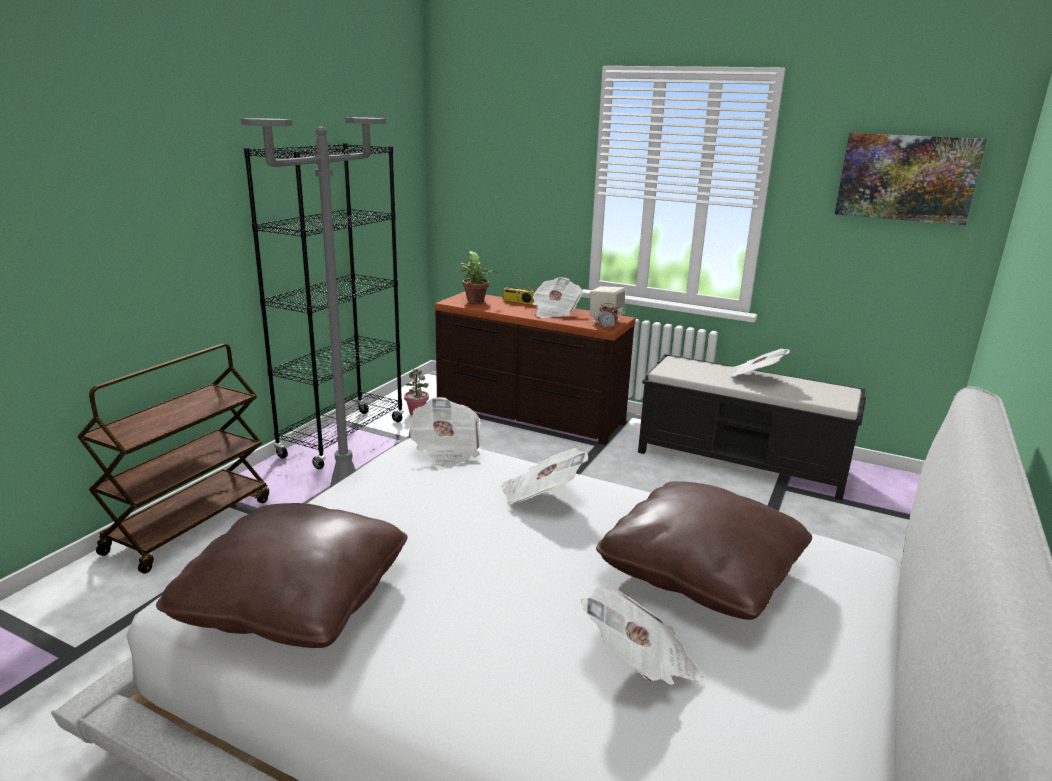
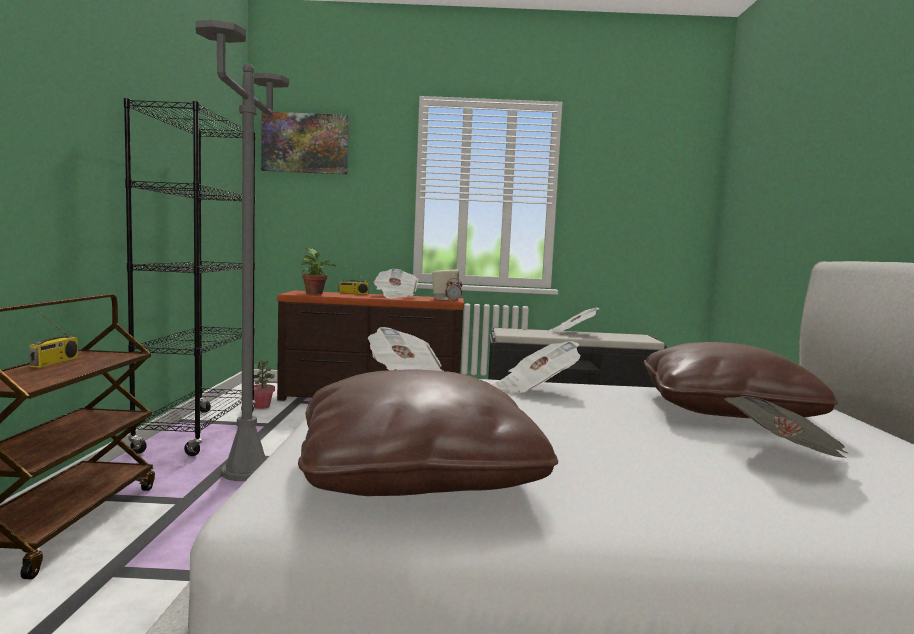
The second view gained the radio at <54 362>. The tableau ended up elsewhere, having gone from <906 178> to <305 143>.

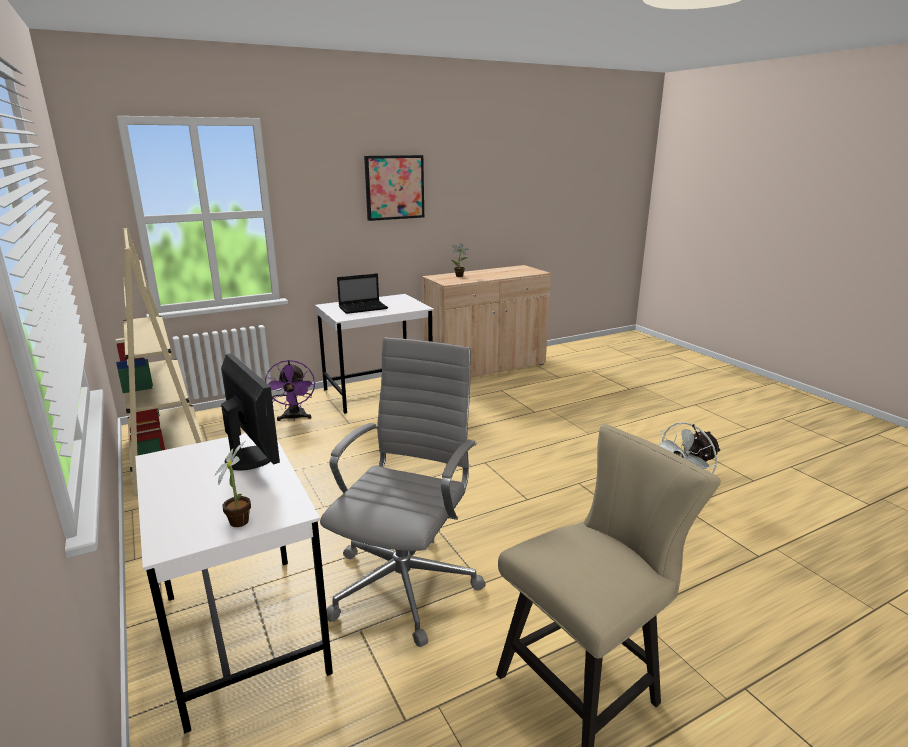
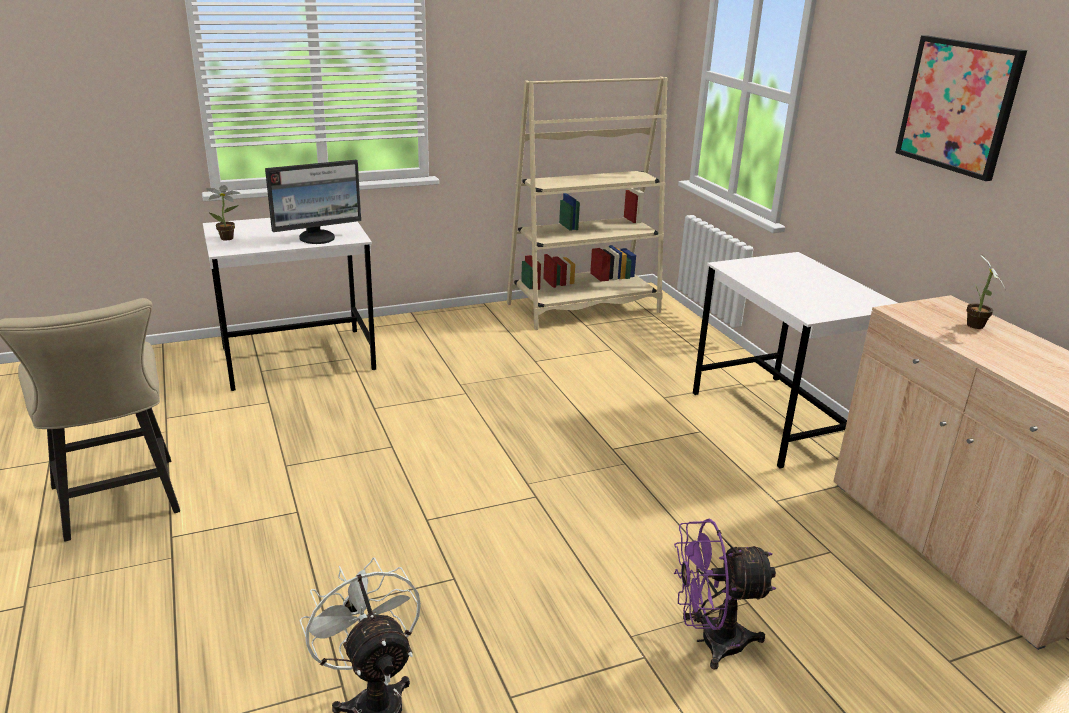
The ventilateur/violet ended up elsewhere, having gone from <294 418> to <710 641>. The second view lost the chaise de bureau/gris at <406 582>. The second view lost the ordinateur portable at <364 308>.

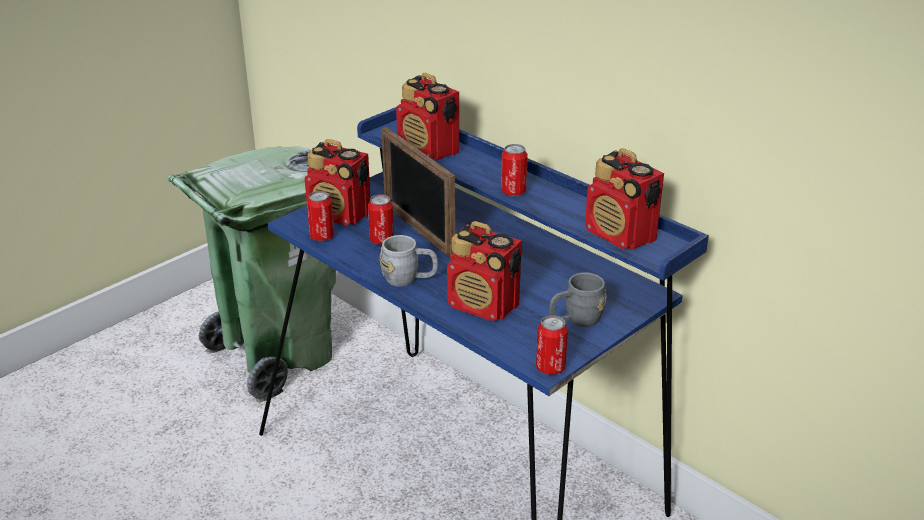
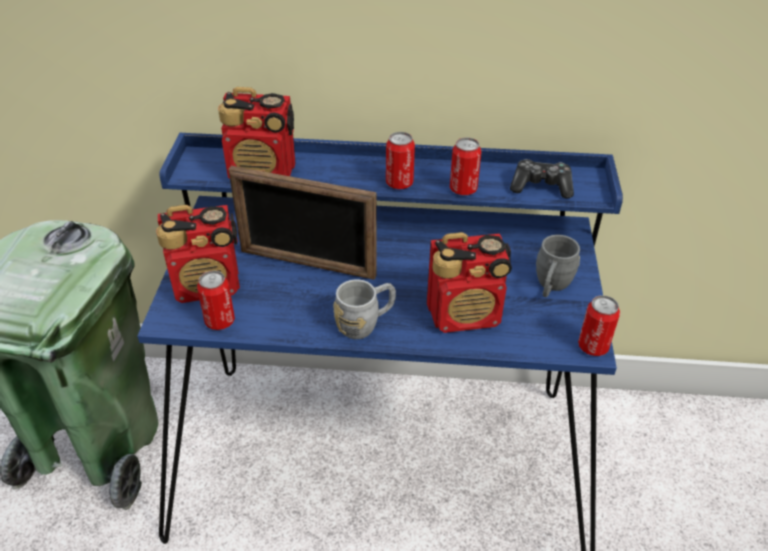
The boîte métallique ended up elsewhere, having gone from <382 240> to <463 189>. Where the radio stood at <621 236>, the manette came to stand at <541 186>.

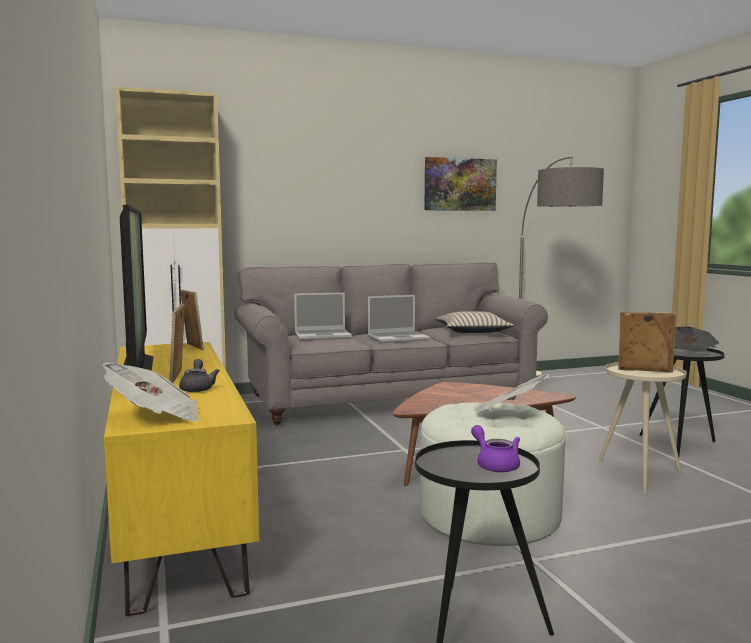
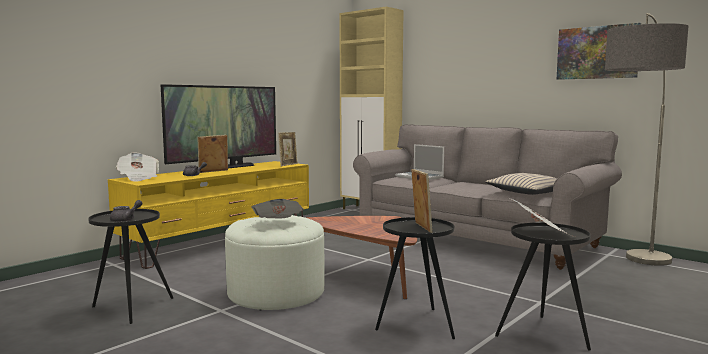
What was the théière/violet at <495 465> turned into the théière/gris at <126 220>. What was the table d'appoint/beige at <638 476> turned into the table d'appoint/noir at <416 325>. The second view lost the ordinateur portable at <398 338>.

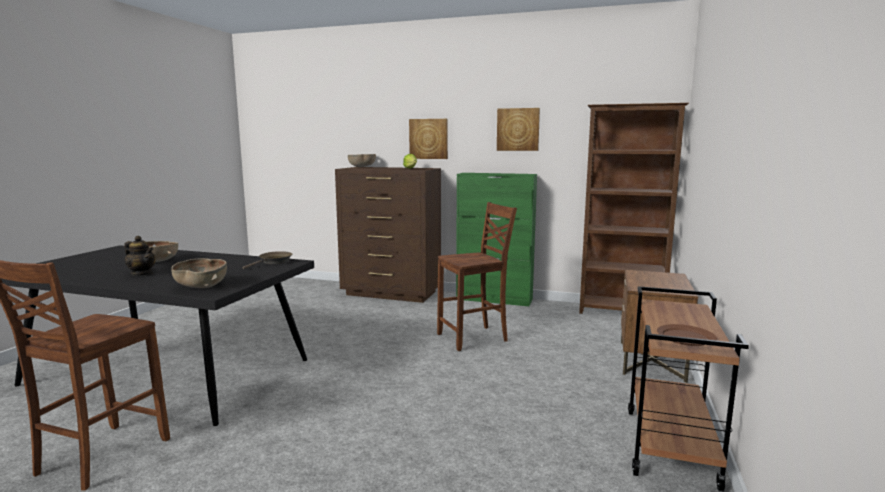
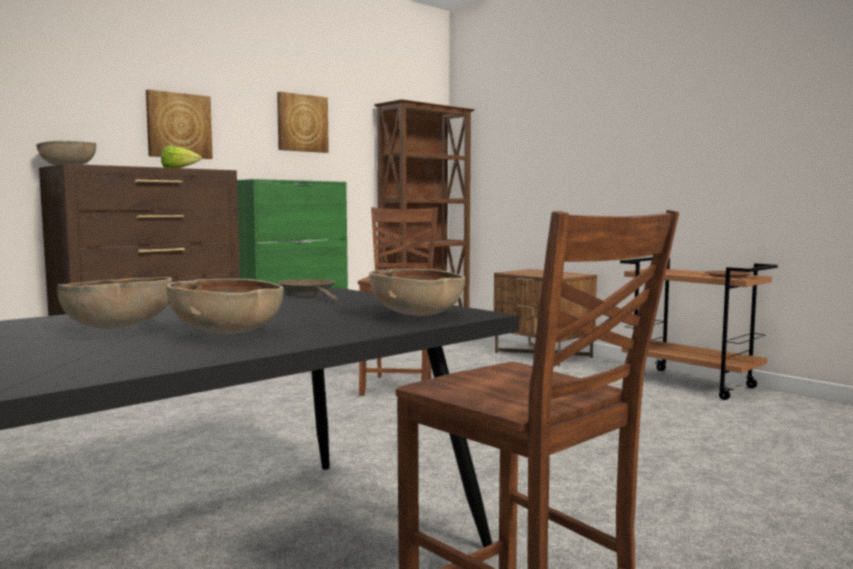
Where the théière stood at <142 274>, the bol/marron came to stand at <227 333>.

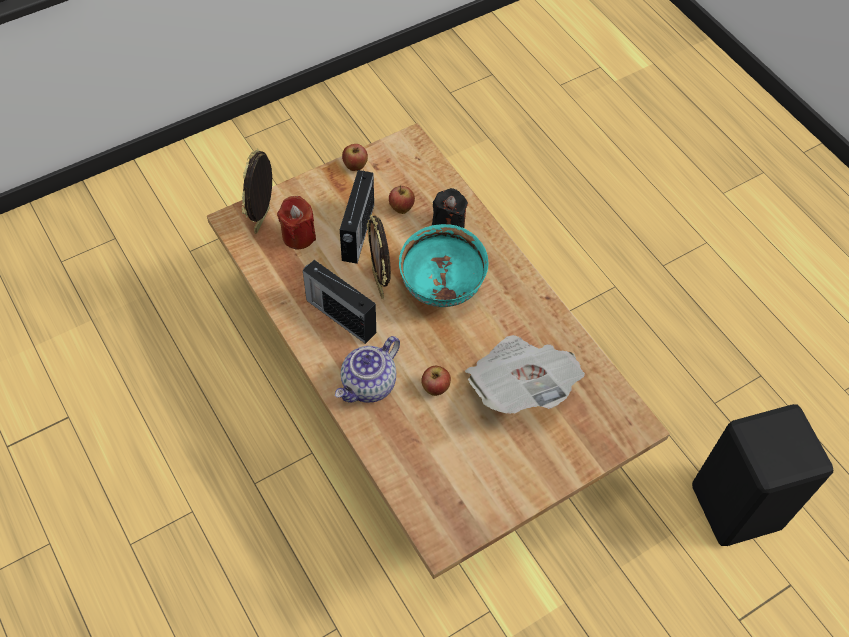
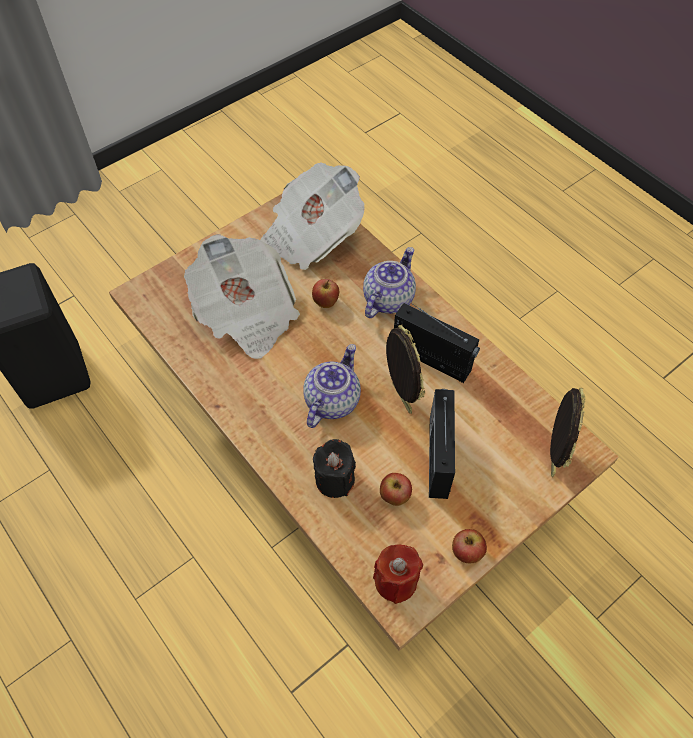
The second view gained the journal at <311 235>. Where the bol/turquoise stood at <442 289>, the théière came to stand at <331 400>. The bougie/rouge ended up elsewhere, having gone from <298 236> to <396 581>.

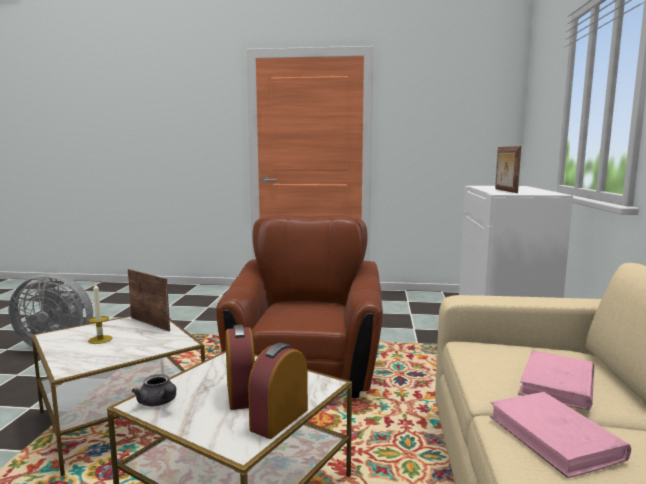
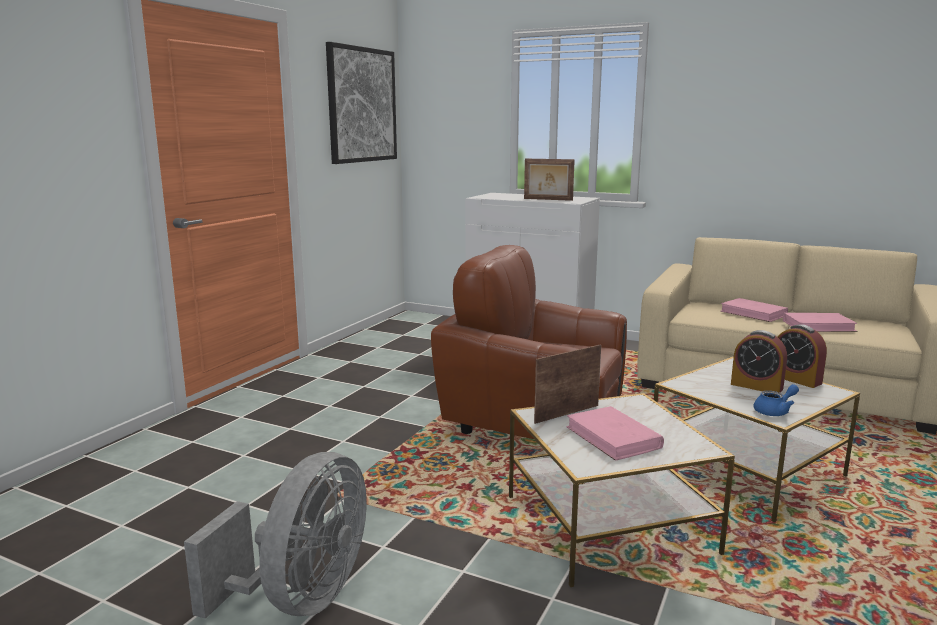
The second view gained the tableau at <362 105>. Where the bougie stood at <100 339>, the livre/rose came to stand at <613 437>. The réveil at <241 394> ended up facing another way, 150 degrees counterclockwise from before. What was the théière/gris at <159 402> turned into the théière/bleu at <775 411>.

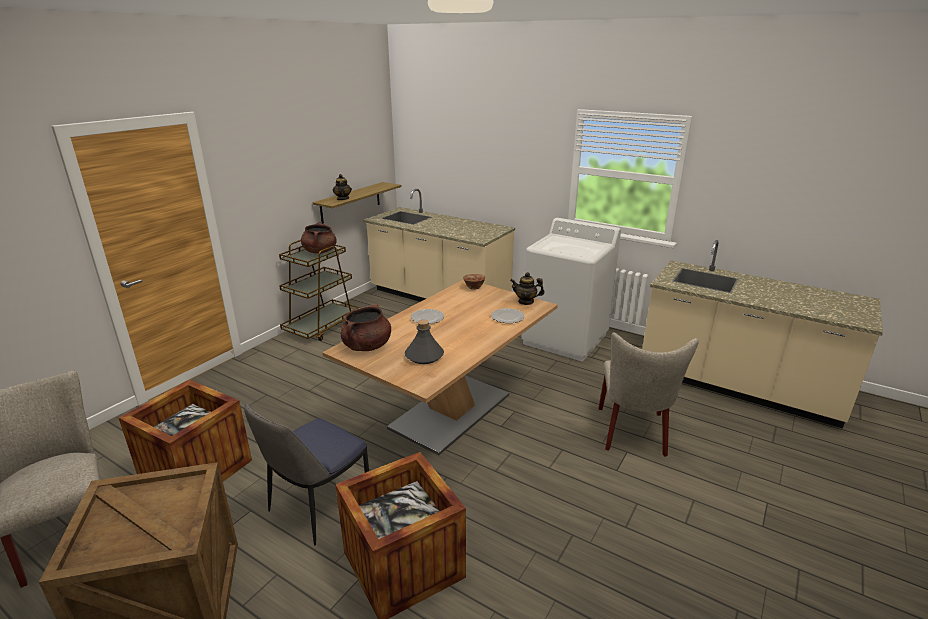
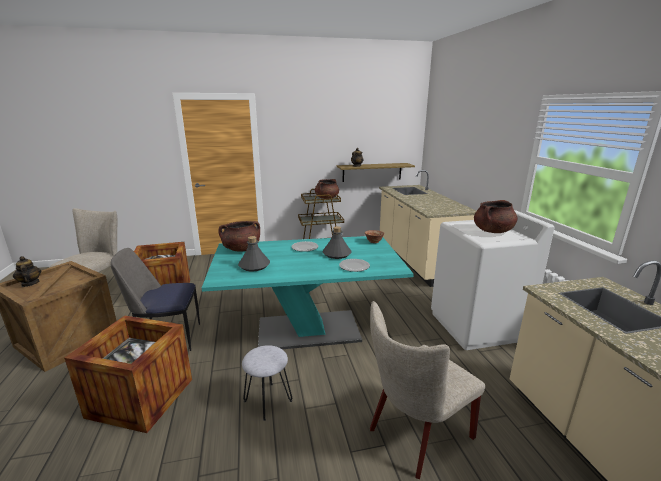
The théière ended up elsewhere, having gone from <526 301> to <30 283>. What was the table à manger/marron at <450 411> turned into the table à manger/turquoise at <308 330>. The second view gained the tabouret/gris at <267 401>. The second view gained the bouteille/gris at <336 254>. The second view gained the marmite/marron at <492 231>.

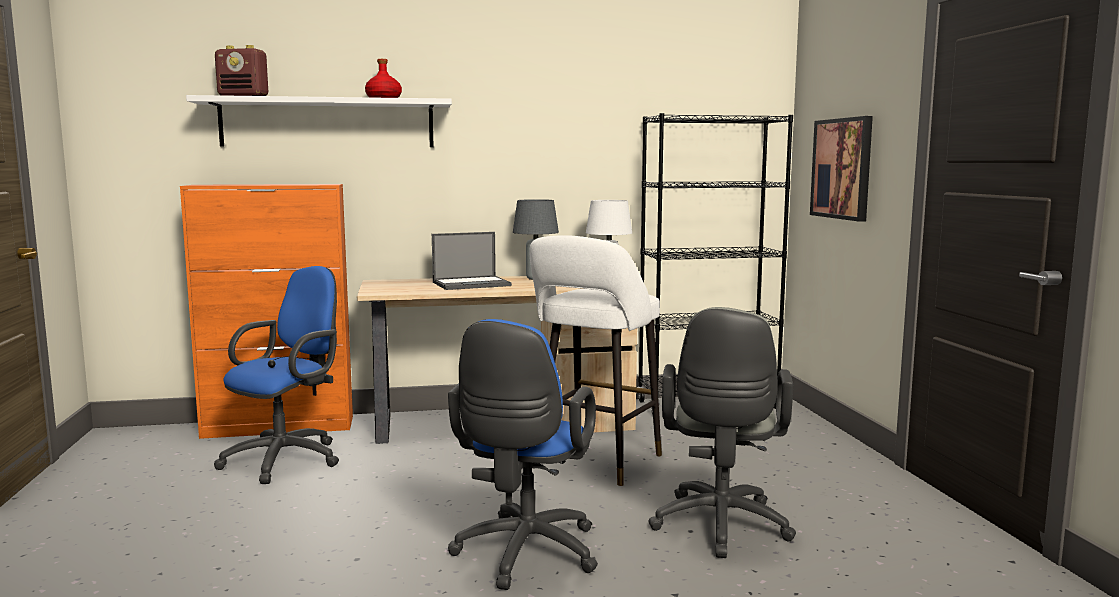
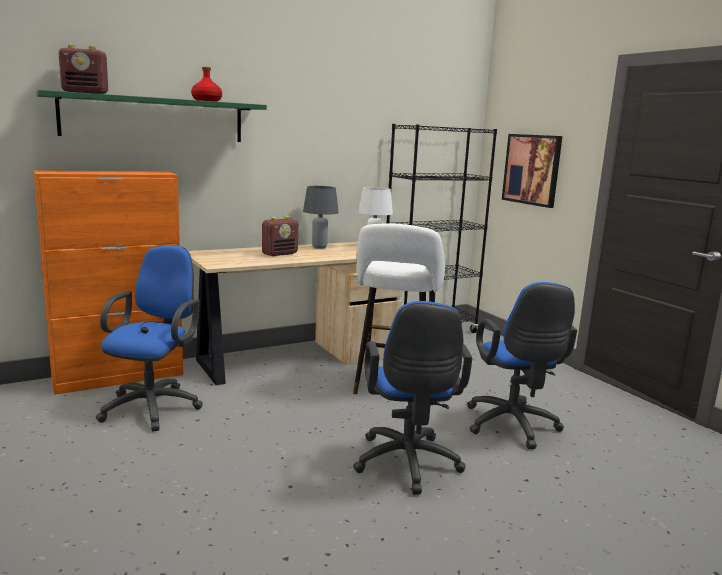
What was the étagère/blanc at <328 123> turned into the étagère/vert at <154 119>. Where the ordinateur portable stood at <472 284>, the radio came to stand at <280 254>. What was the chaise de bureau/gris at <720 528> turned into the chaise de bureau/bleu at <513 427>.

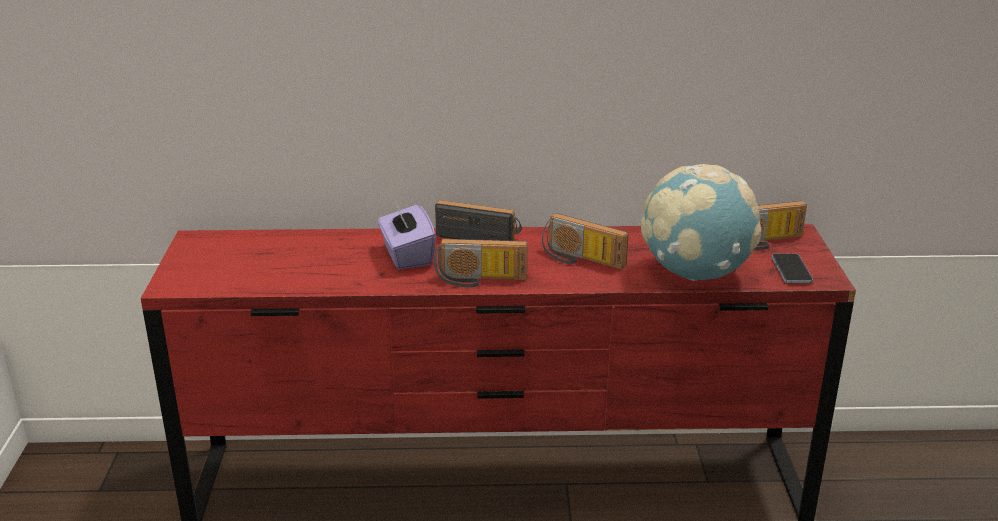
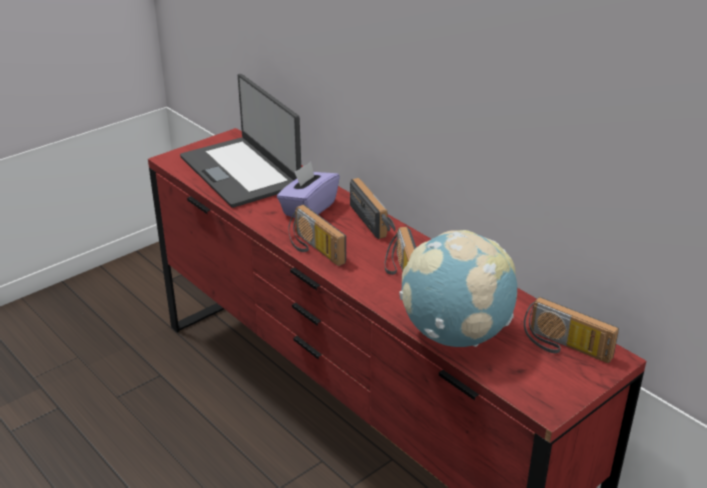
The second view gained the ordinateur portable at <241 171>. The second view lost the téléphone at <791 270>.

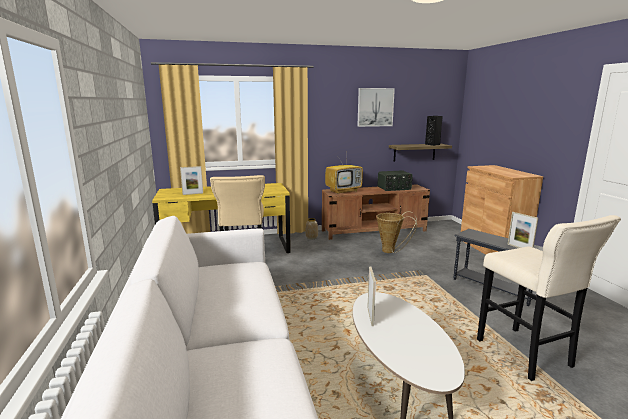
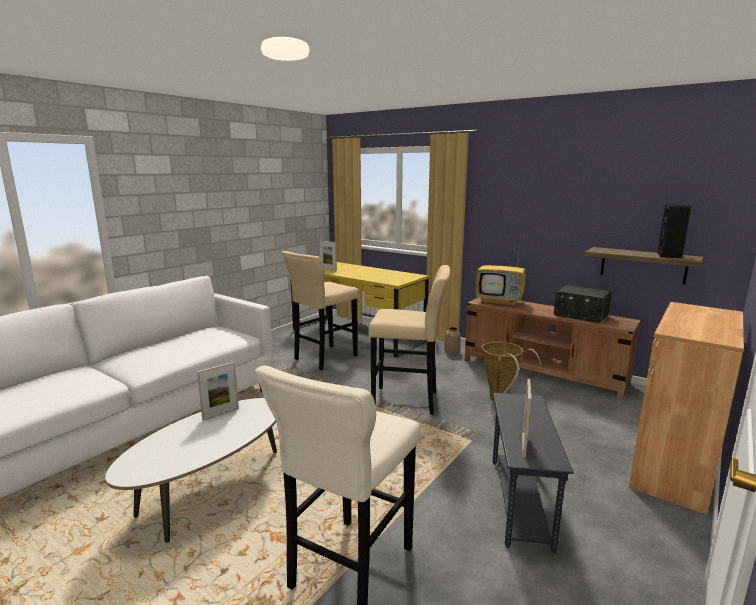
The second view gained the tabouret/beige at <409 400>. The second view lost the tableau at <375 107>.

